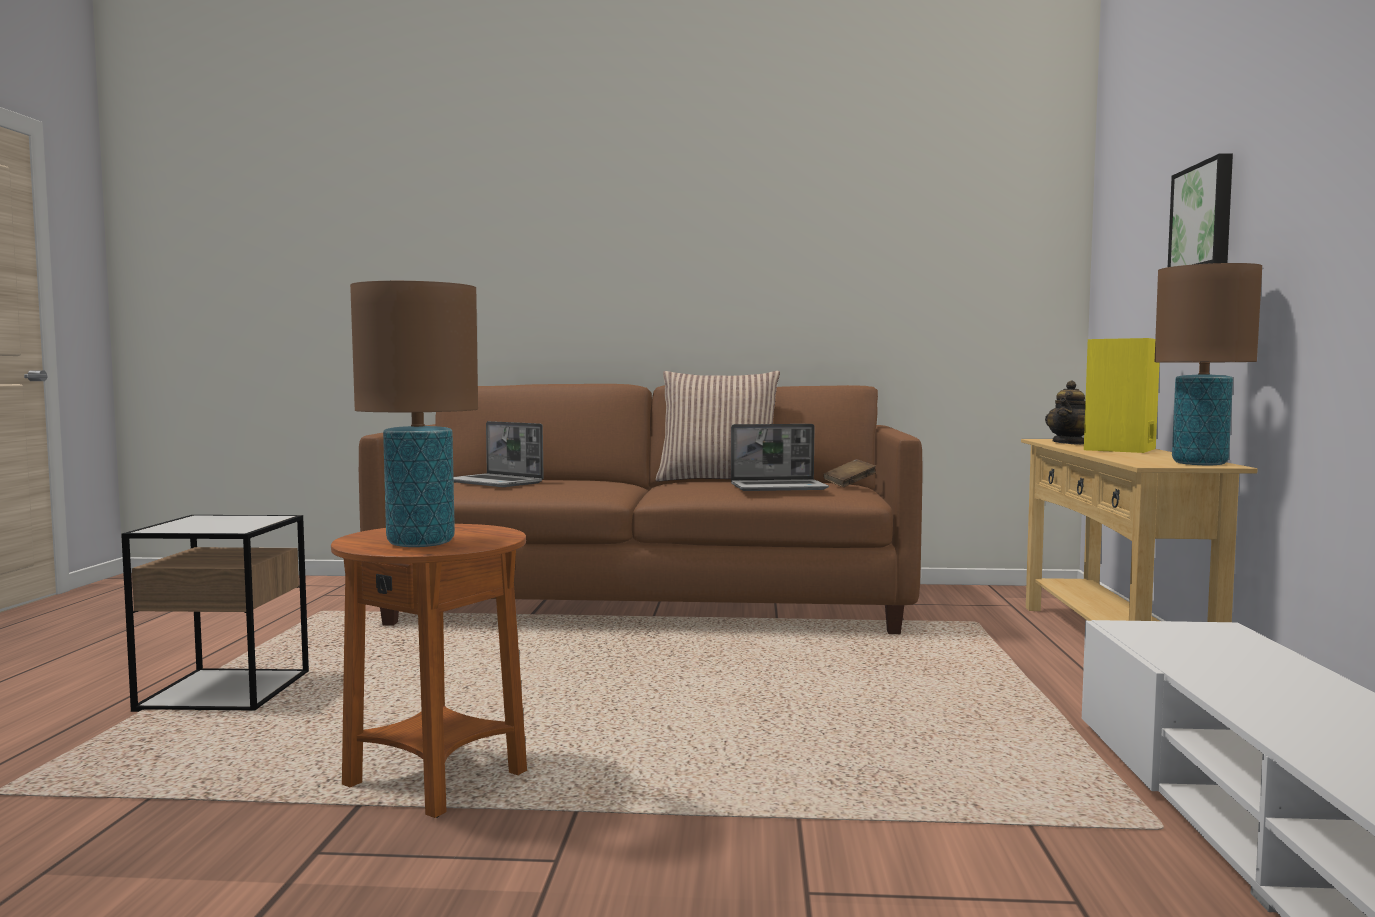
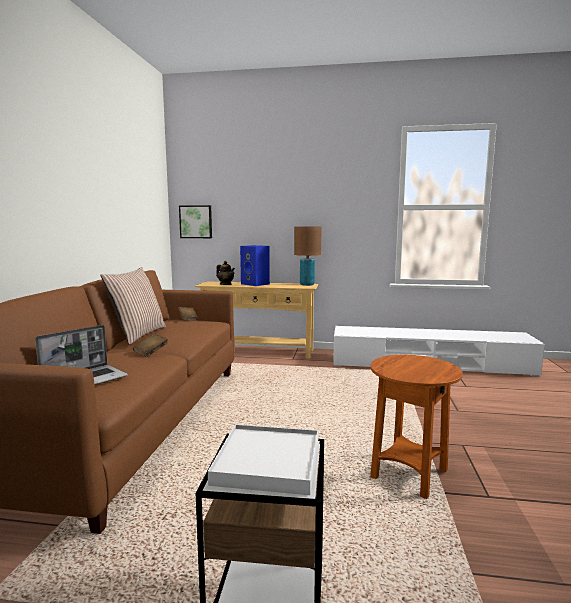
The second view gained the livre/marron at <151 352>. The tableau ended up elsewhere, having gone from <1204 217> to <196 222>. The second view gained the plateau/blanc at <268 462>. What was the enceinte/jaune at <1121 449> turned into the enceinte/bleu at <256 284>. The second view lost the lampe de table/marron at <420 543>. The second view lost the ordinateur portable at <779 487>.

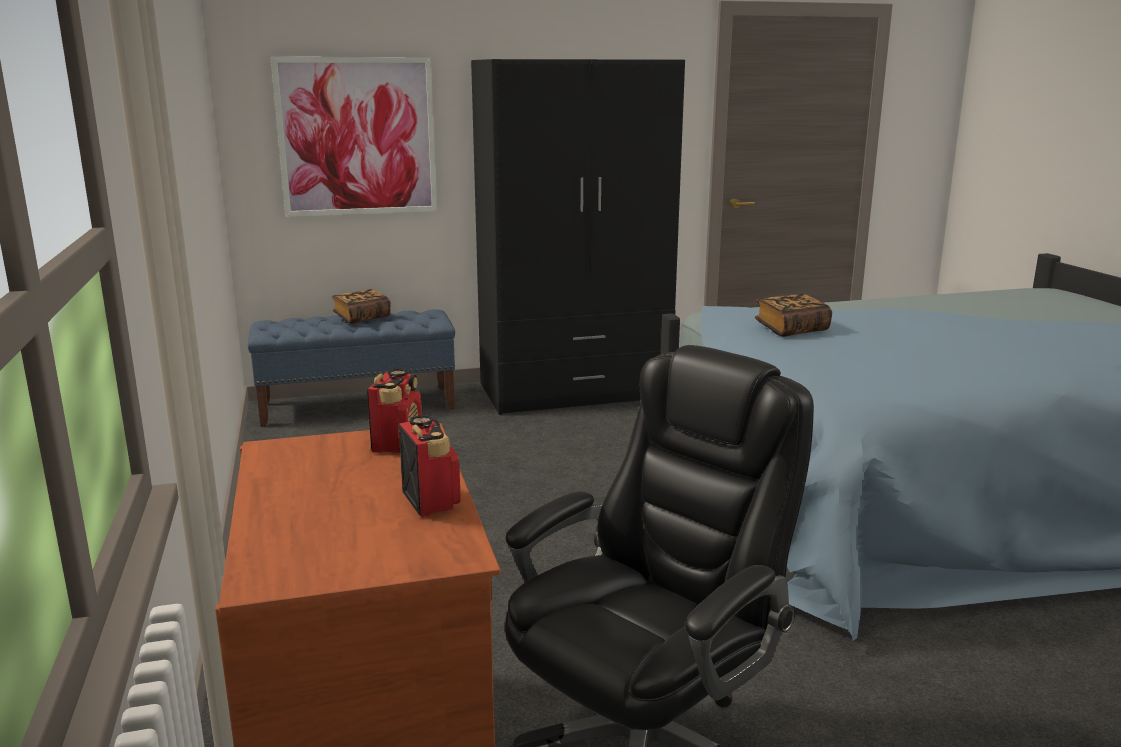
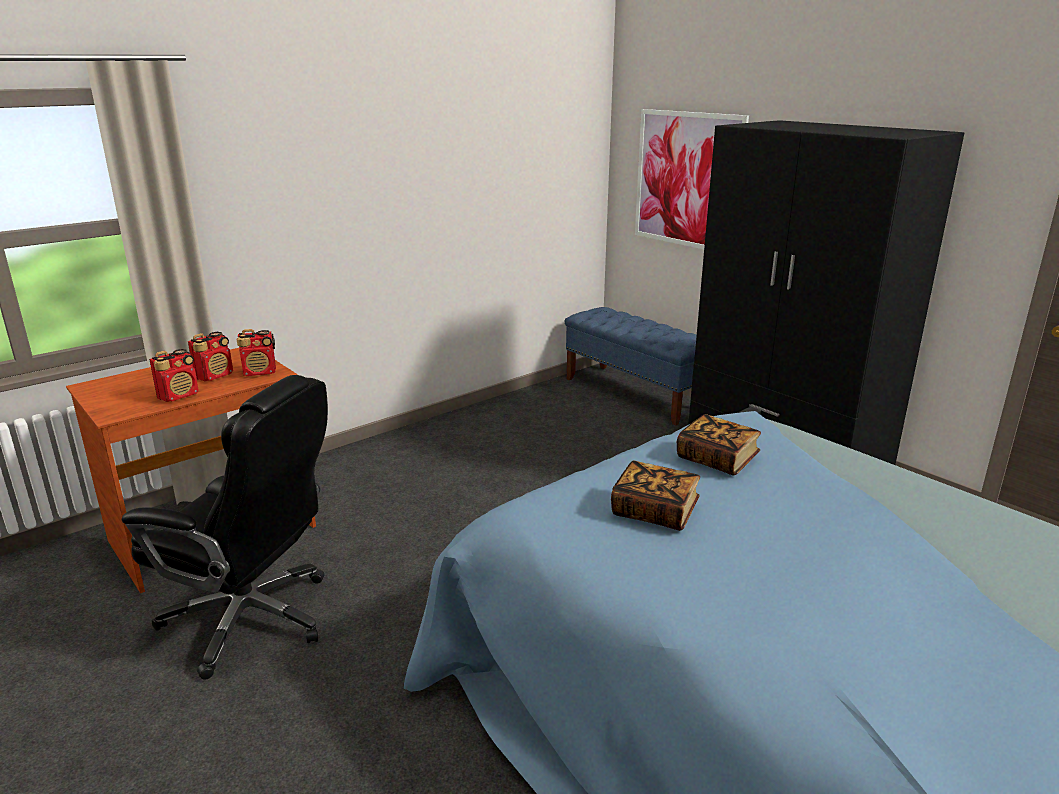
The second view gained the radio at <215 376>. The livre ended up elsewhere, having gone from <362 317> to <654 512>.

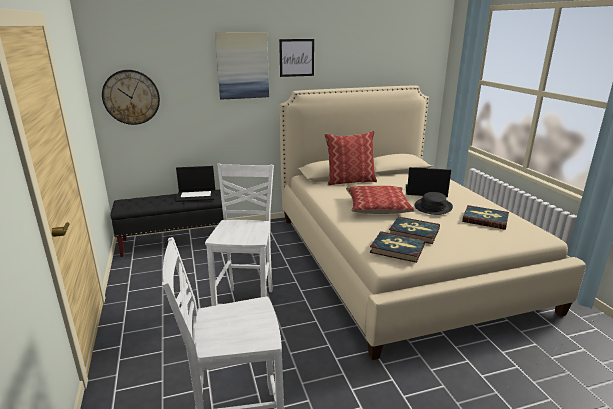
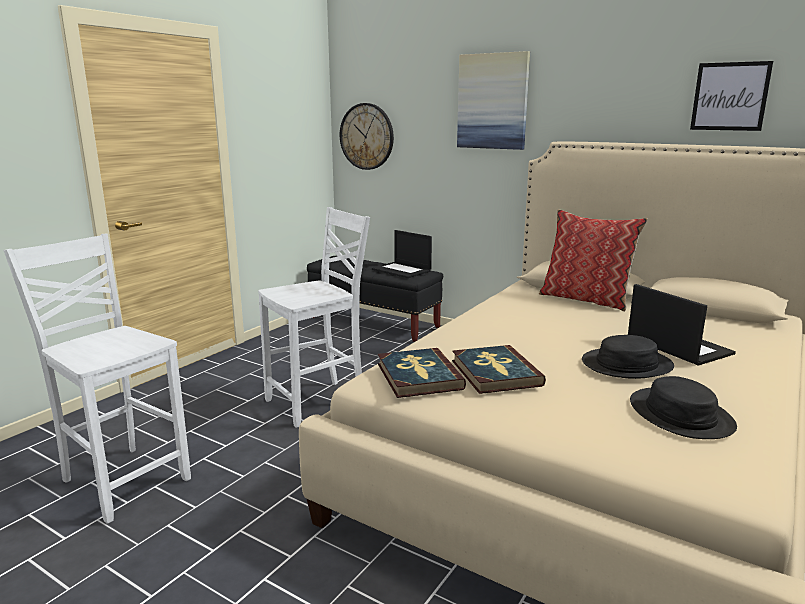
Where the livre stood at <485 219>, the chapeau/noir came to stand at <680 415>. The tableau ended up elsewhere, having gone from <296 57> to <730 96>. The second view lost the coussin at <377 207>.

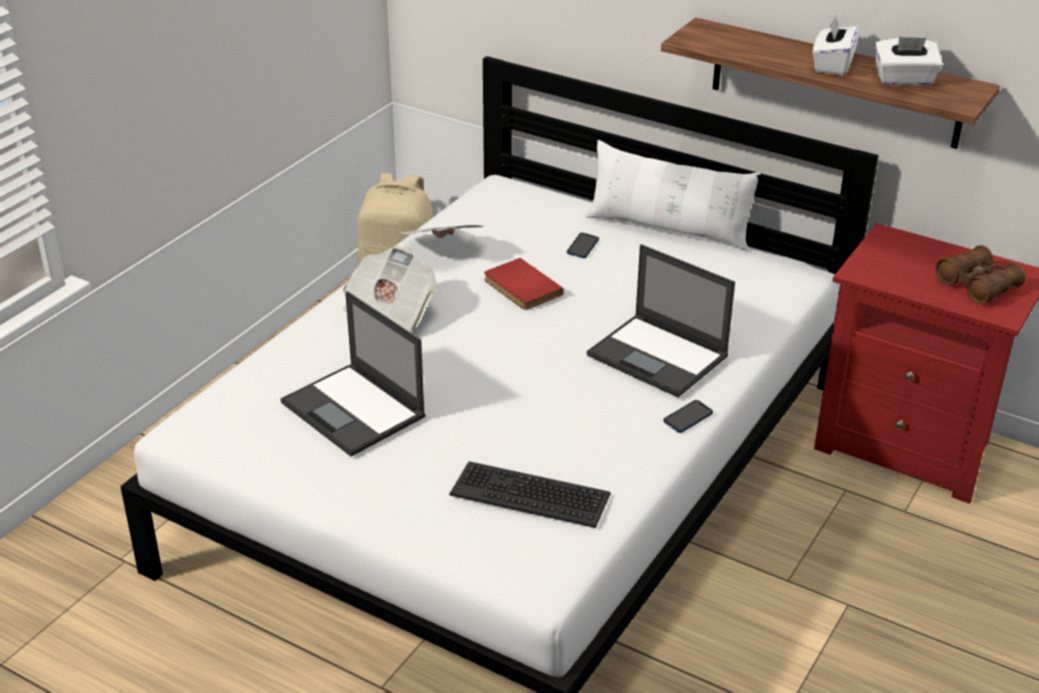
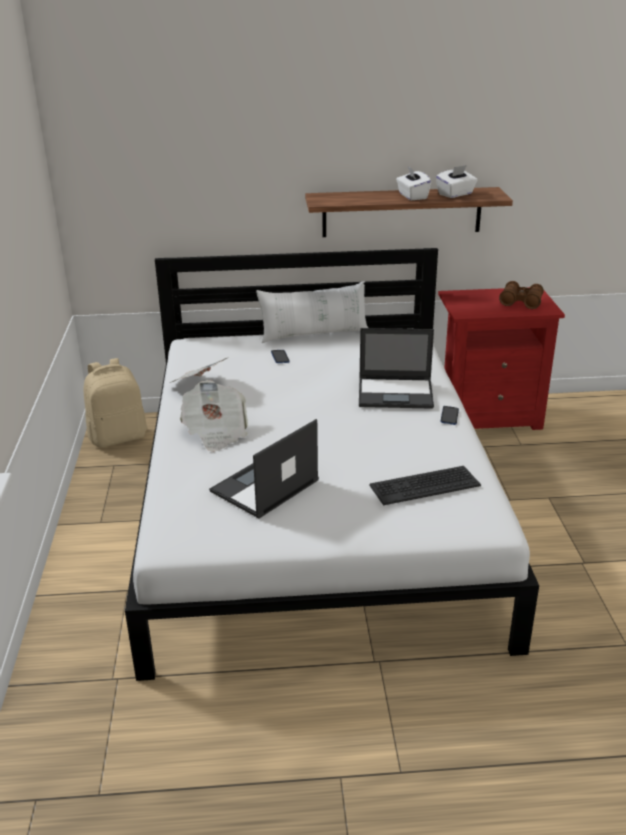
The ordinateur portable at <354 410> ended up facing another way, 120 degrees clockwise from before. The second view lost the livre/rouge at <520 288>.

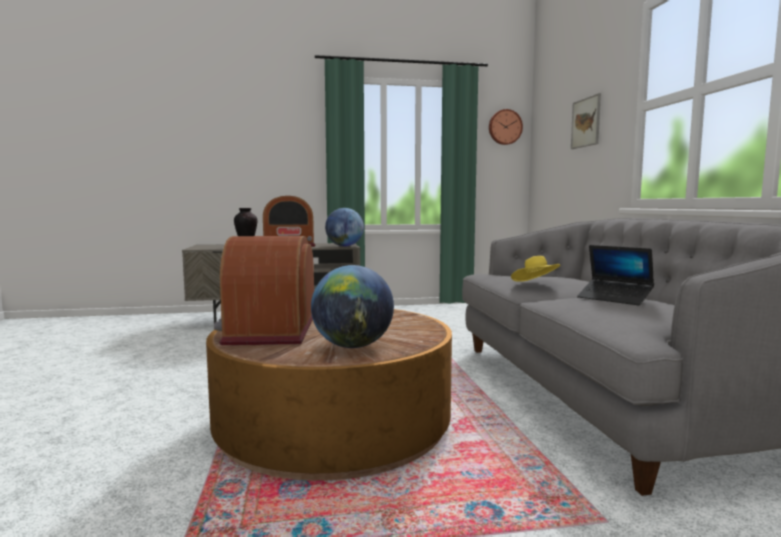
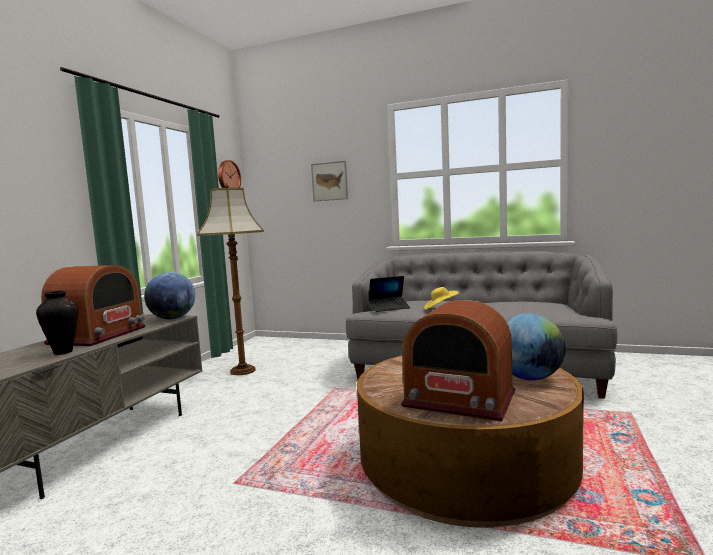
The second view gained the lampadaire at <242 370>. The ordinateur portable ended up elsewhere, having gone from <614 298> to <389 308>.

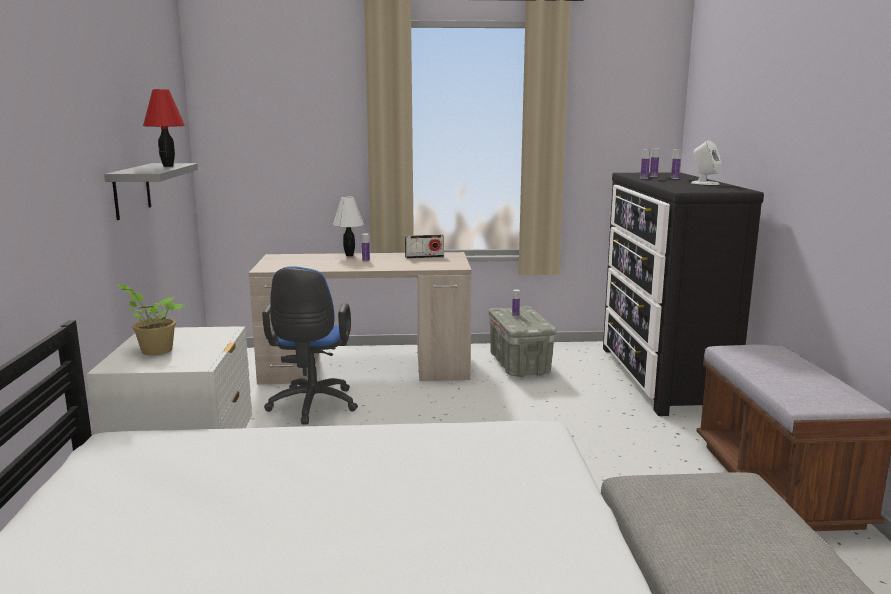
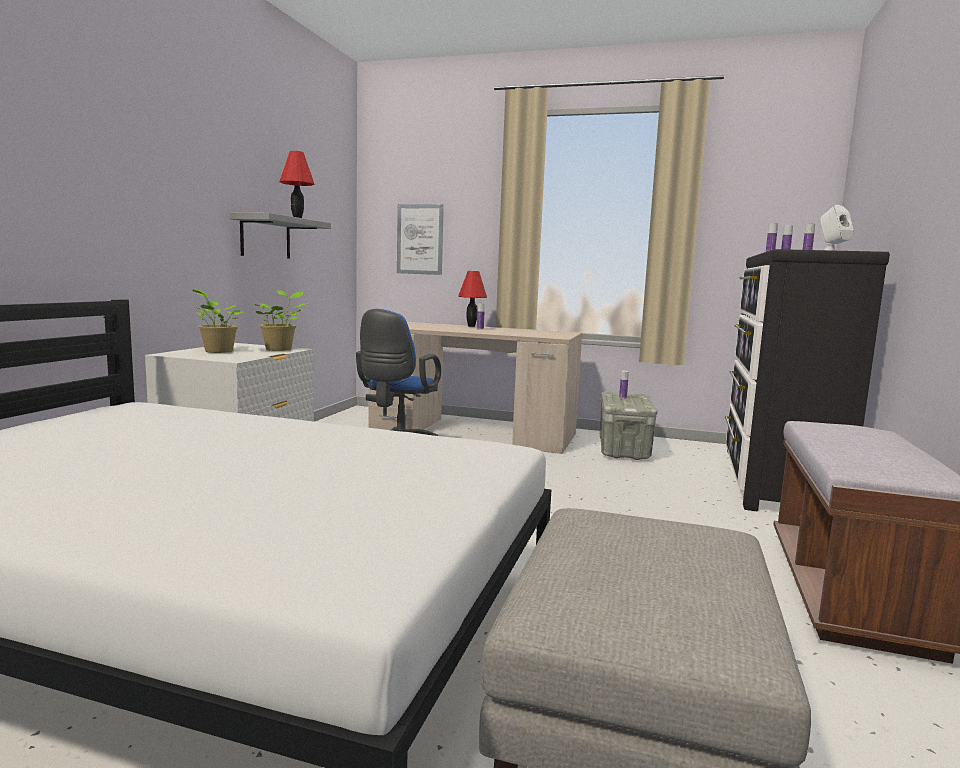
The second view gained the plante en pot at <280 349>. The second view gained the tableau at <420 239>. What was the lampe de table/blanc at <349 255> turned into the lampe de table/rouge at <471 326>. The second view lost the radio at <424 257>.

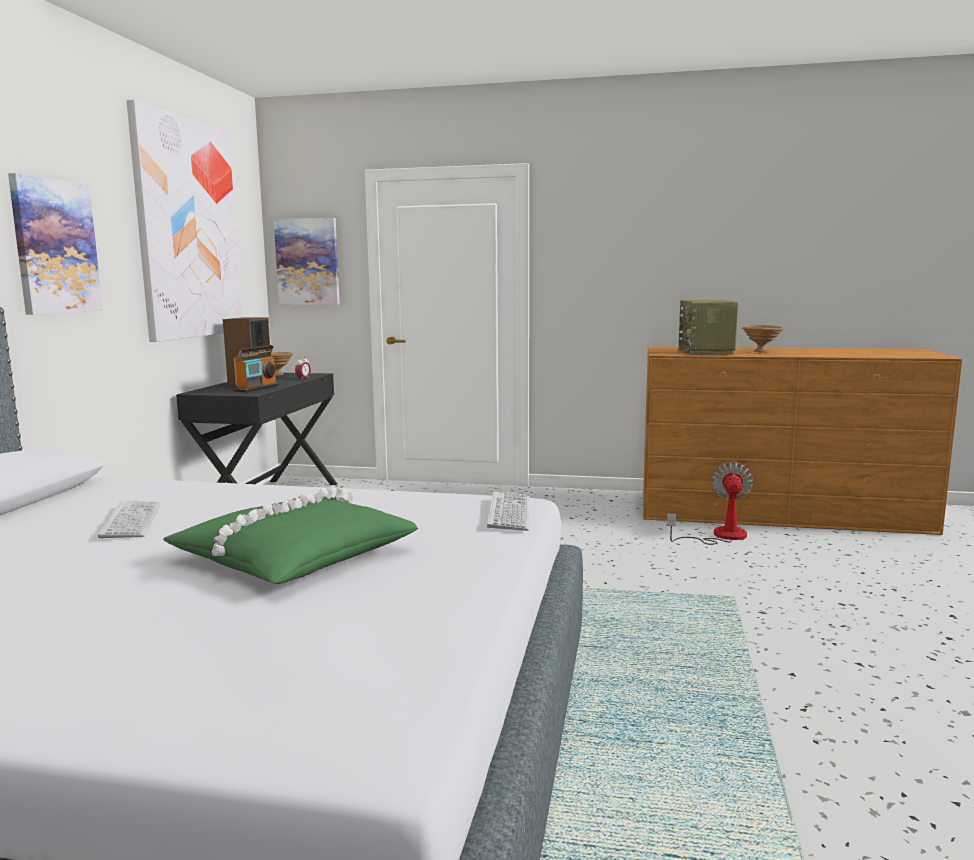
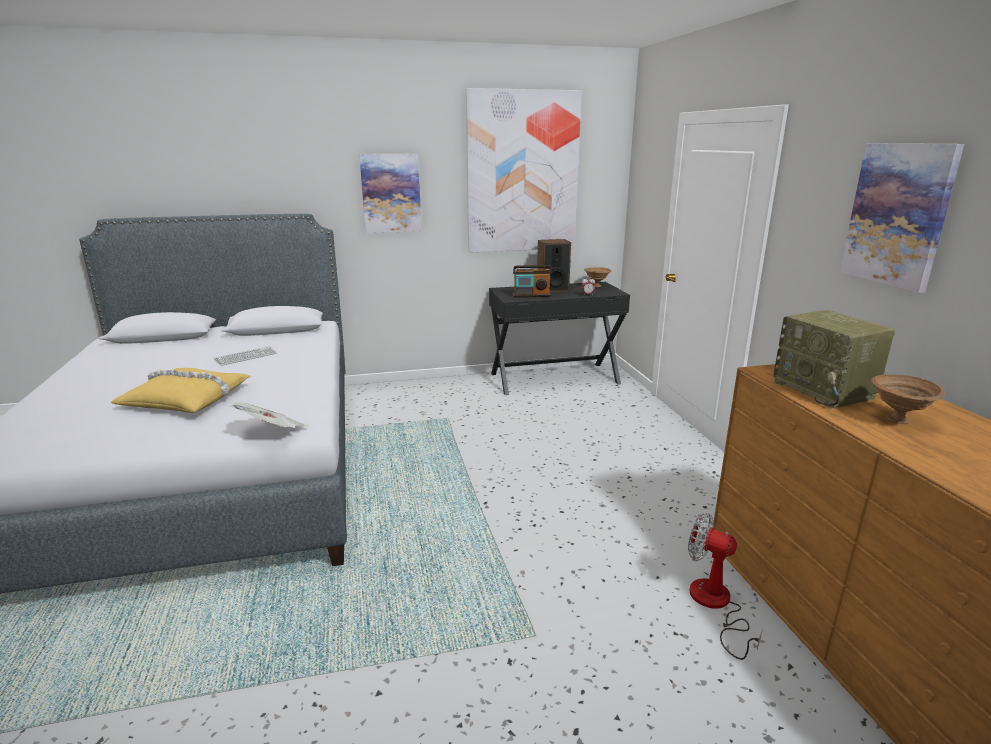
What was the coussin/vert at <293 557> turned into the coussin/jaune at <187 399>. Where the clavier stood at <509 513>, the journal came to stand at <273 432>. The ventilateur at <719 536> ended up facing another way, 135 degrees counterclockwise from before. The radio at <706 352> ended up facing another way, 90 degrees counterclockwise from before. The tableau ended up elsewhere, having gone from <307 262> to <898 215>.

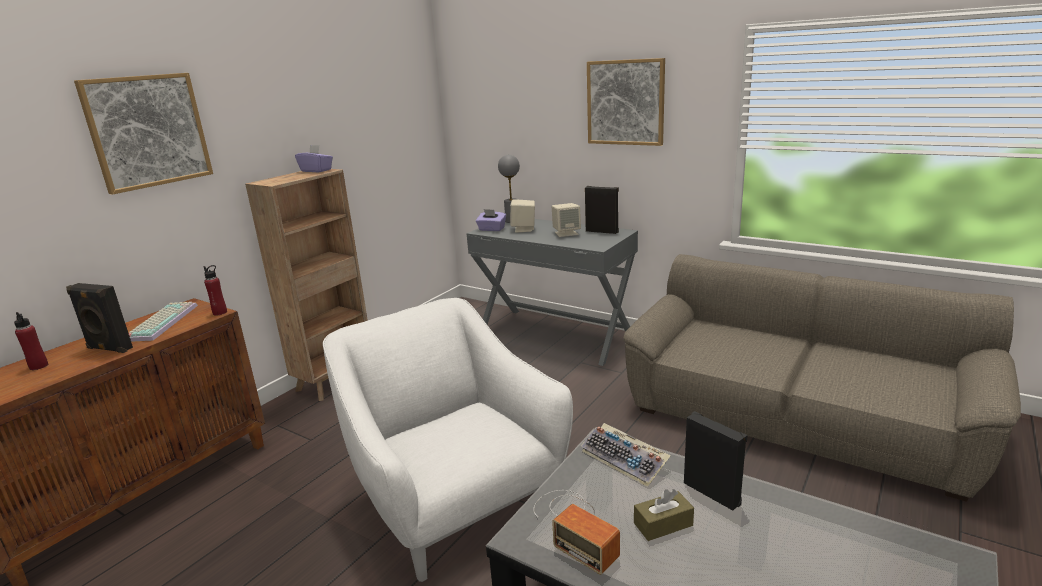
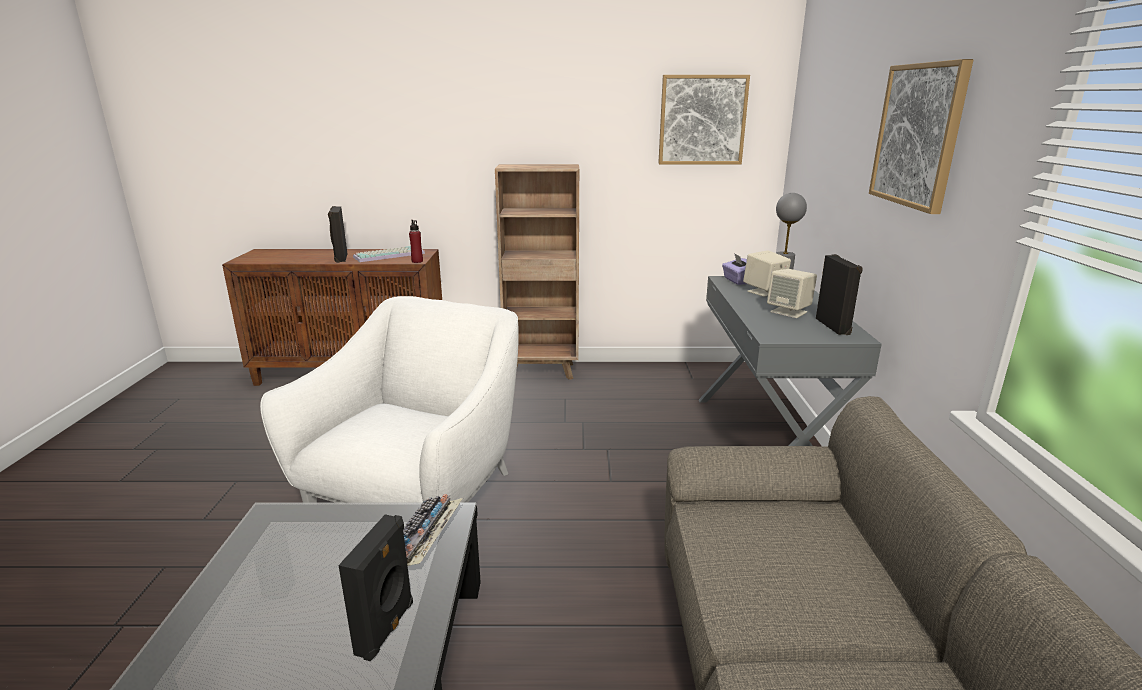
The tableau ended up elsewhere, having gone from <148 131> to <702 120>. The second view lost the bouteille/rouge at <39 366>. The second view lost the boîte à mouchoirs/violet at <316 170>. The second view lost the radio at <574 526>. The second view lost the boîte à mouchoirs/marron at <663 524>.

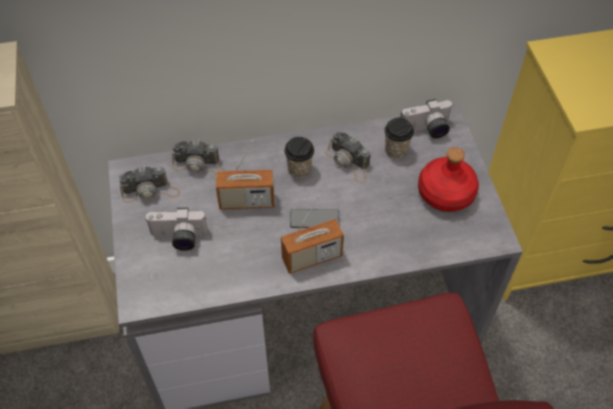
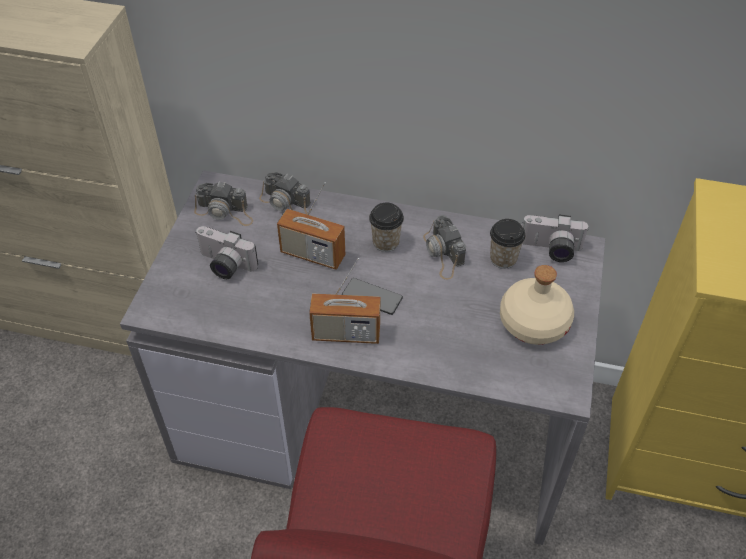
What was the bouteille/rouge at <445 193> turned into the bouteille/beige at <533 322>.

